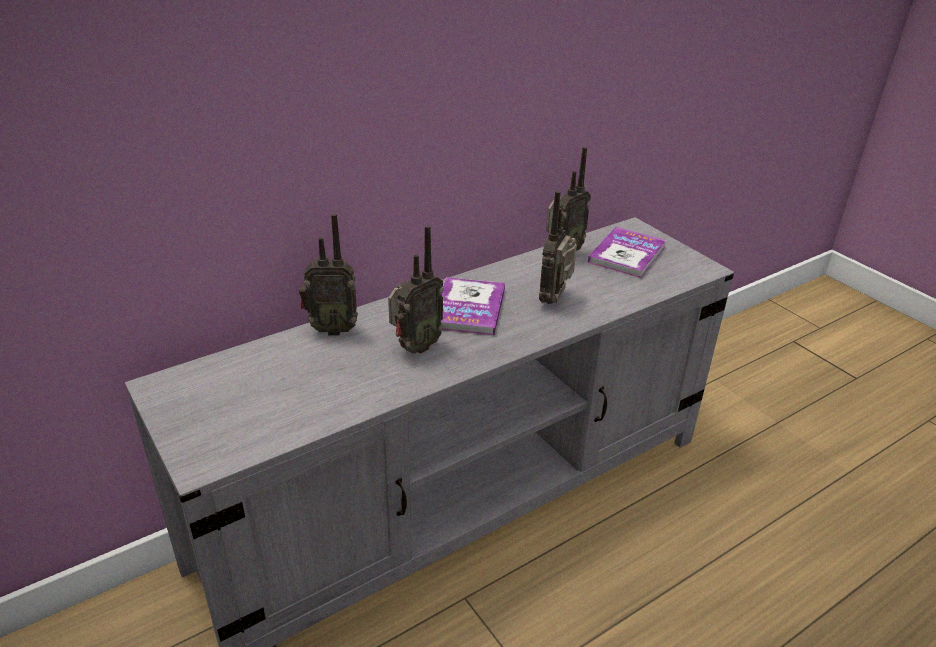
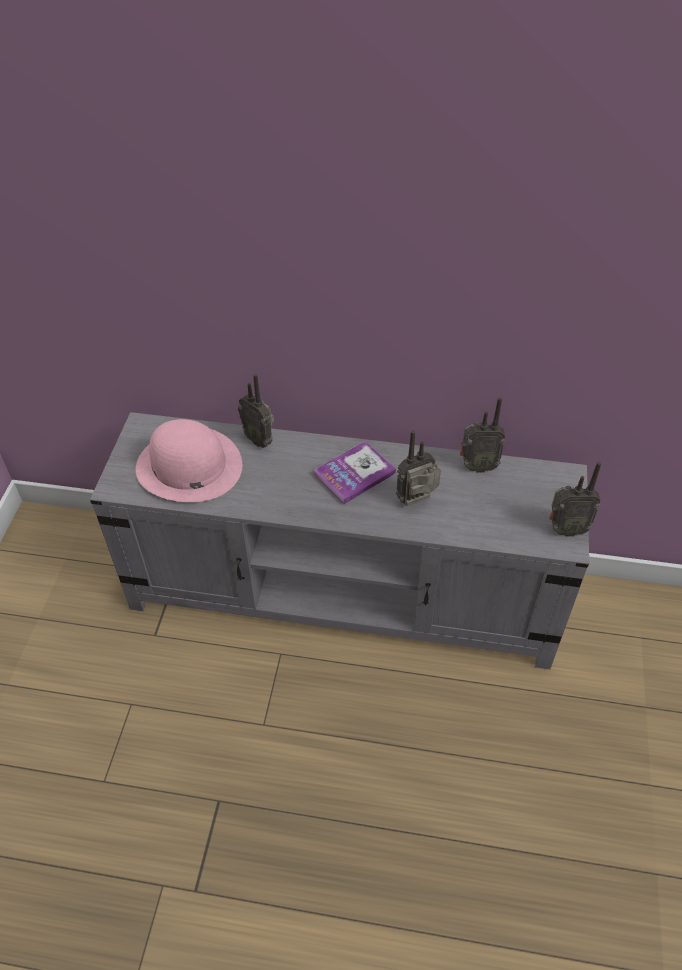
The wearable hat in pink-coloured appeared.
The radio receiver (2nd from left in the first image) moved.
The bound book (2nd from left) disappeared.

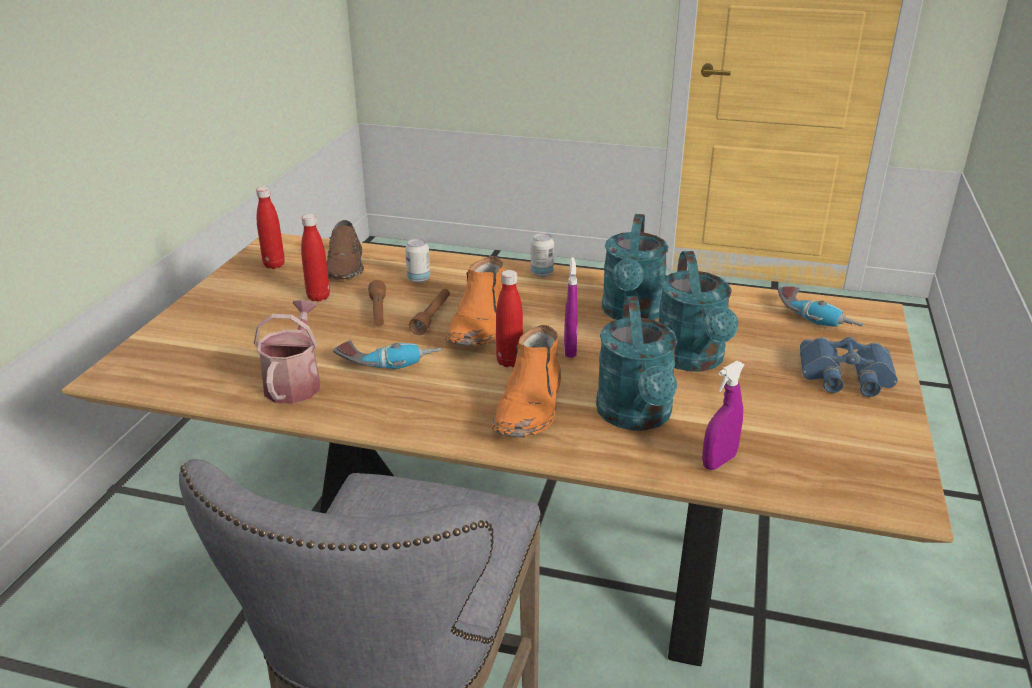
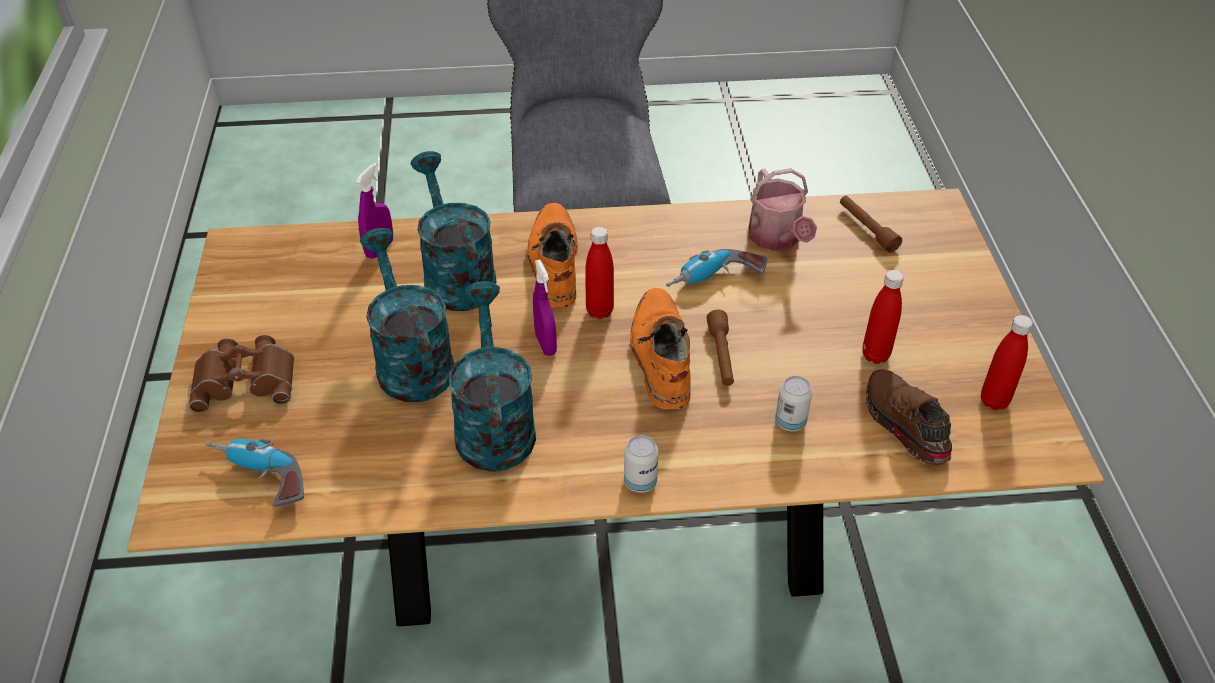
The field glasses in blue-coloured became the field glasses in brown.
The flashlight in brown (1st from left in the first image) moved.

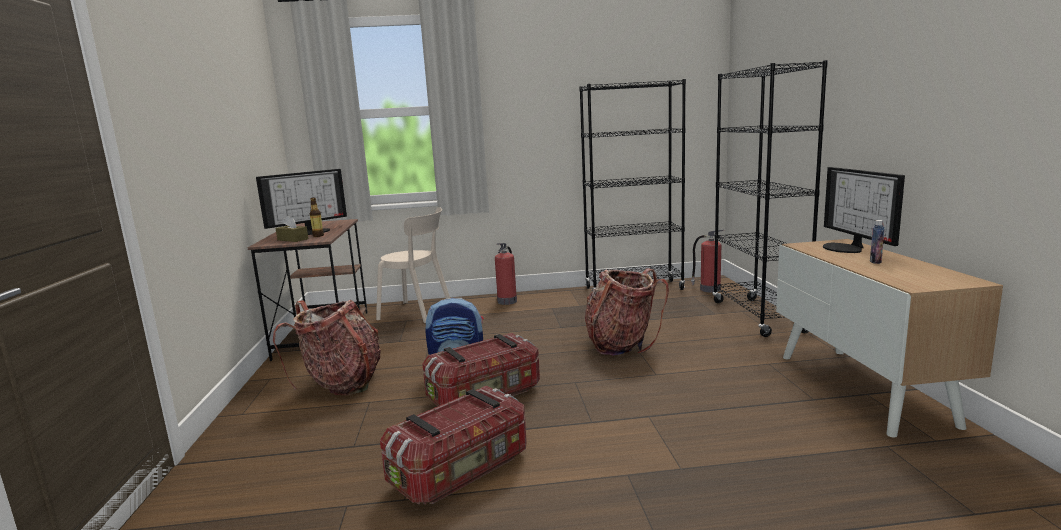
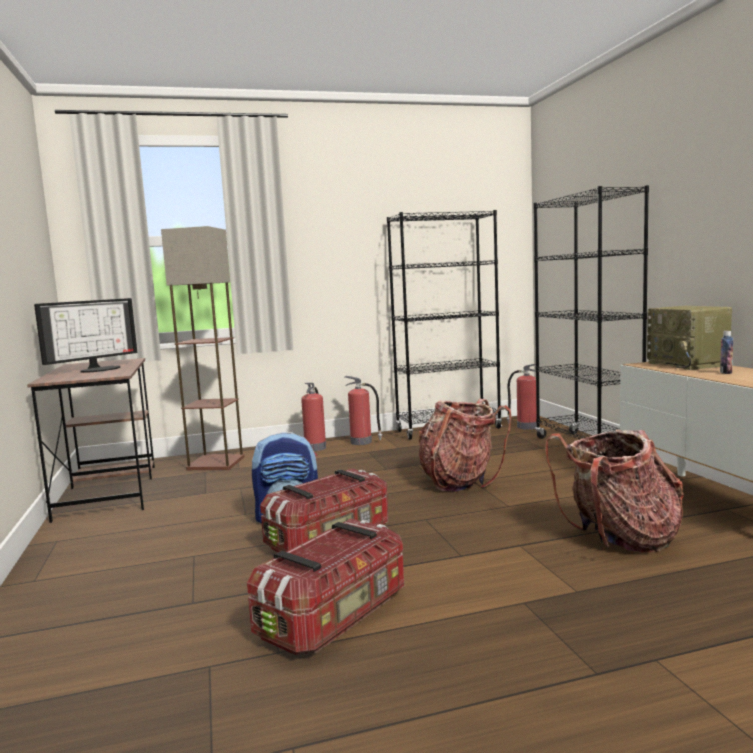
The upright chair in sand-coloured was replaced by the standing lamp.
The extinguisher (2nd from left) appeared.
The rucksack (1st from left in the first image) moved.
The monitor (2nd from left) was replaced by the radio receiver.
The box of tissues in brown disappeared.
The drink bottle (1st from left) disappeared.

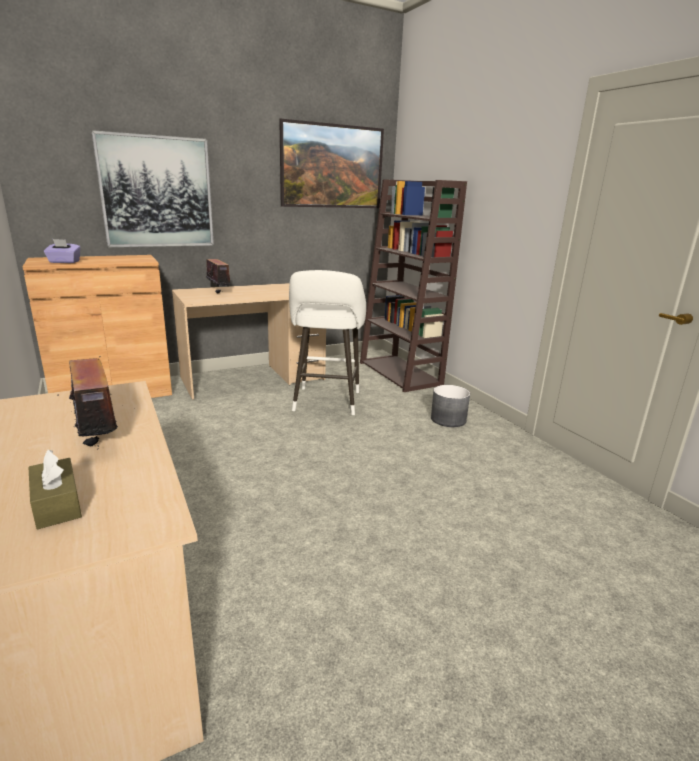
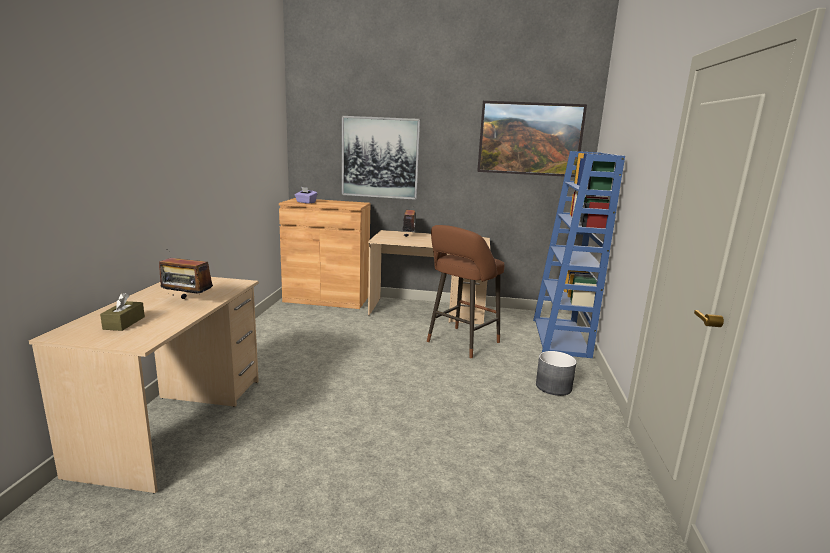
The radio receiver (1st from left) turned 105 degrees clockwise.
The stool seat in whitish became the stool seat in brown.
The bookcase in brown became the bookcase in blue-coloured.

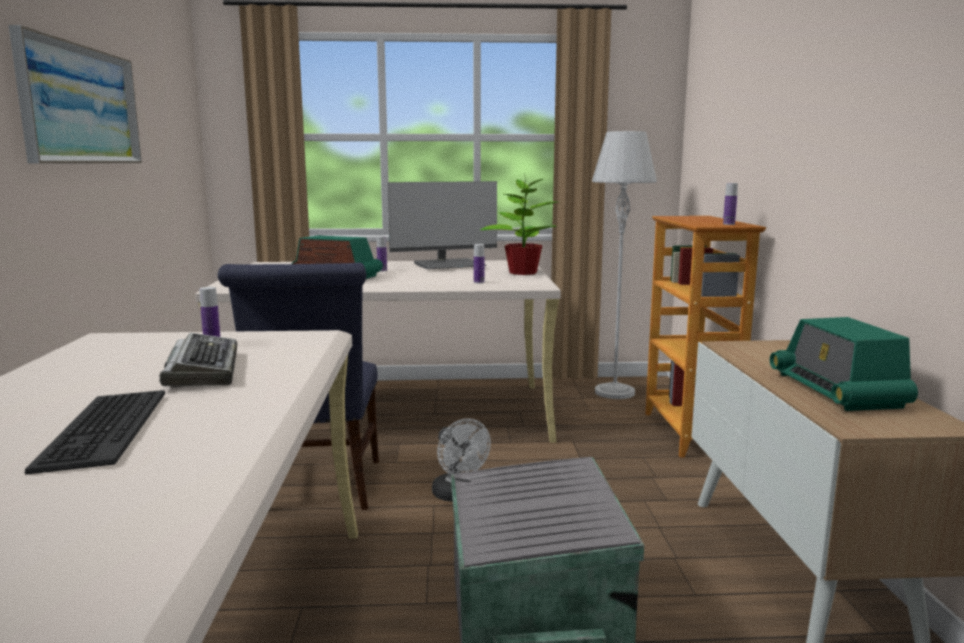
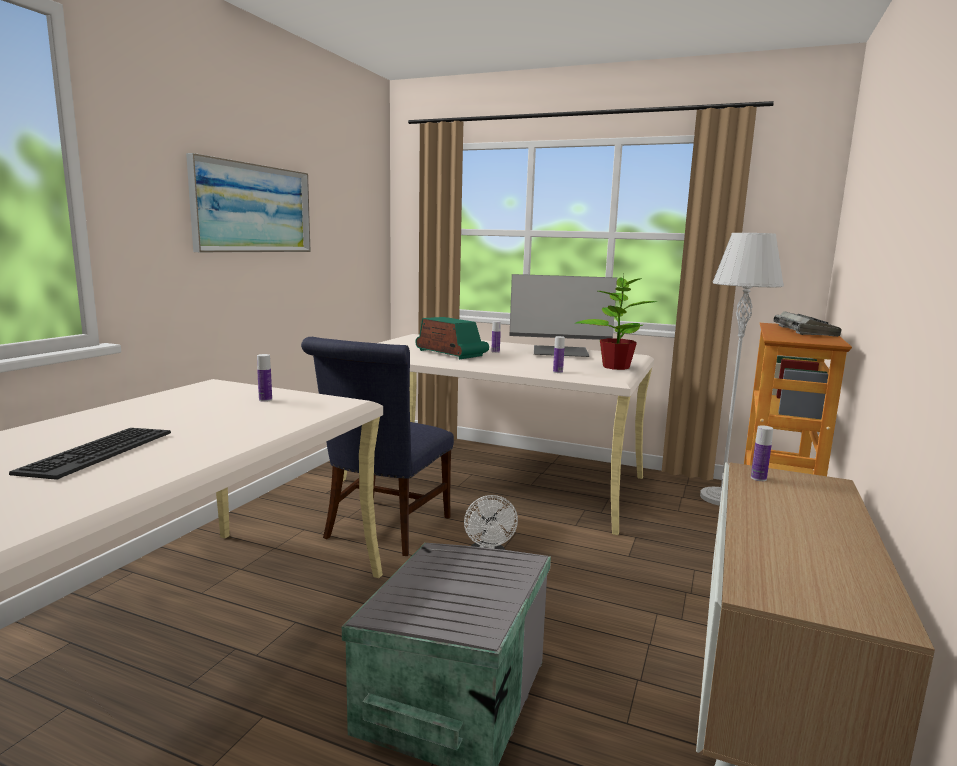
The drink bottle (4th from left) moved.
The PC keyboard (2nd from left) moved.
The radio receiver (2nd from left) disappeared.

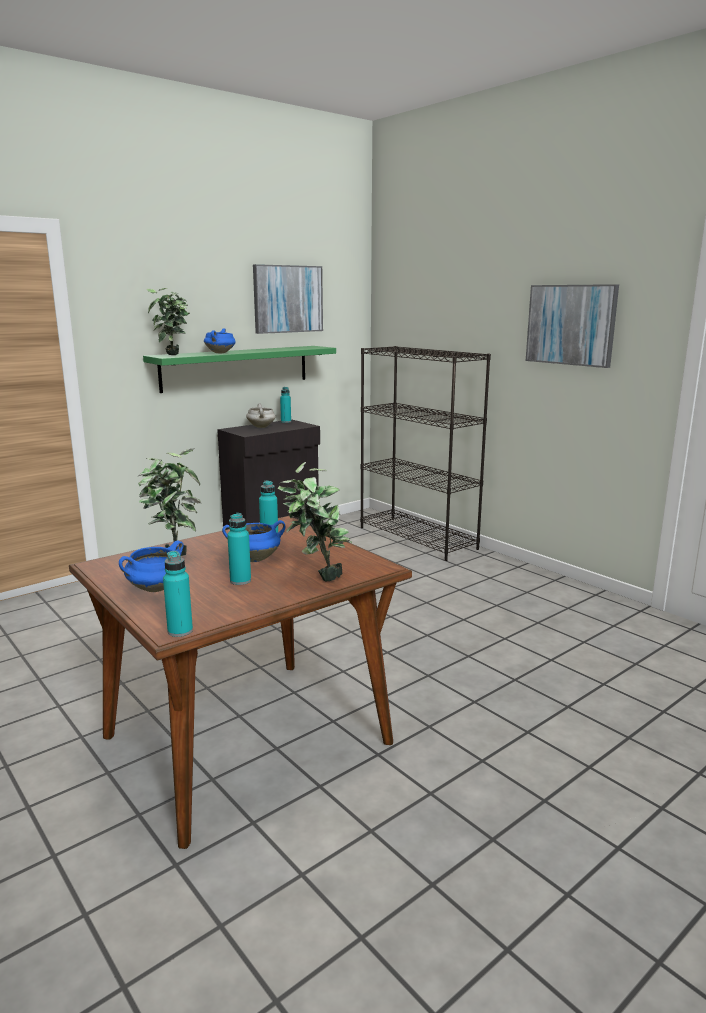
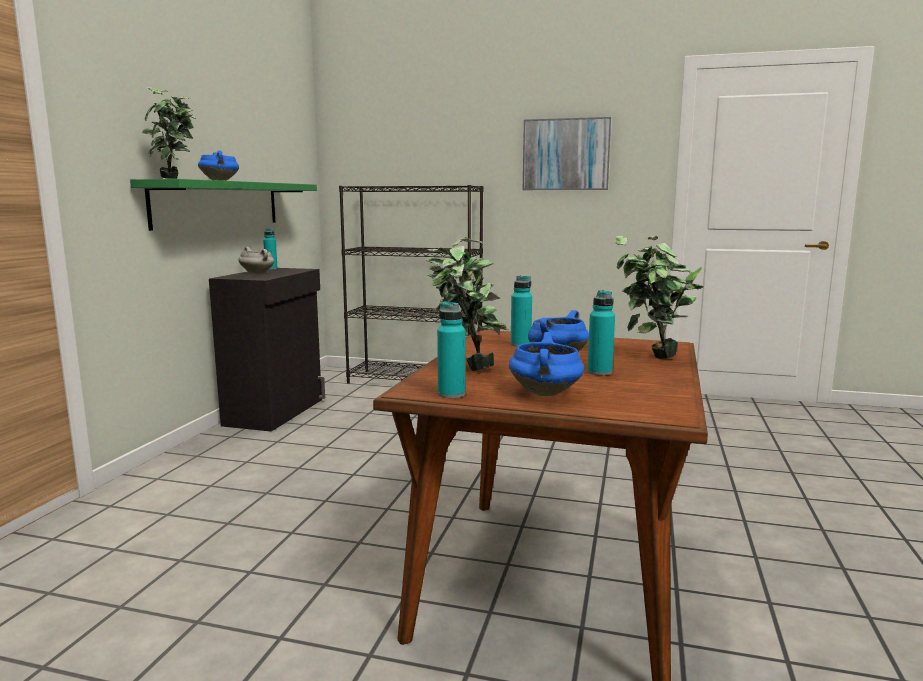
The drink bottle in blue-green (1st from left in the first image) moved.
The wall picture (1st from left) disappeared.

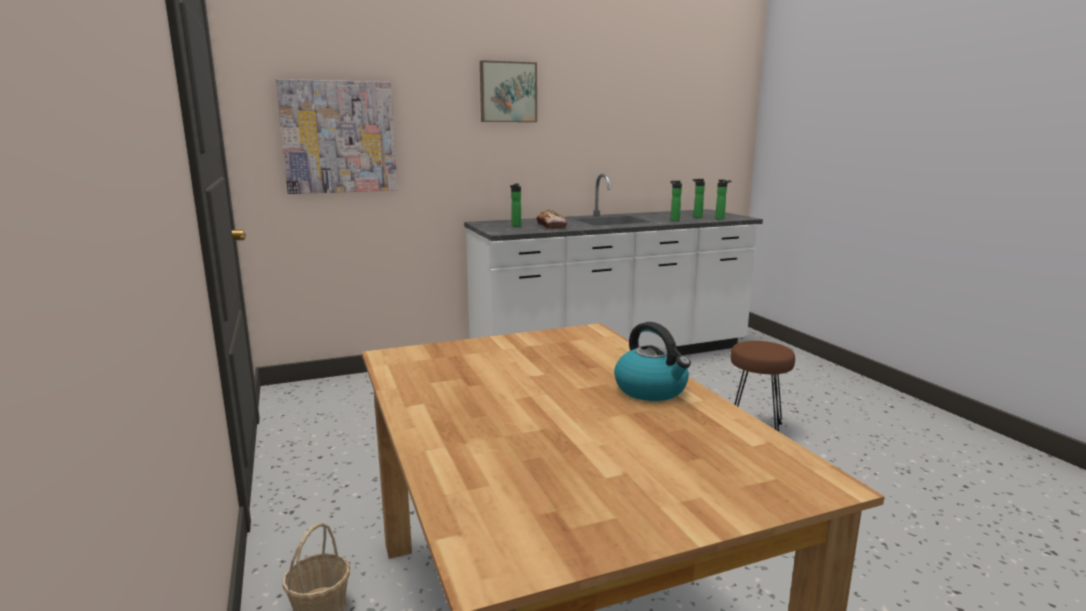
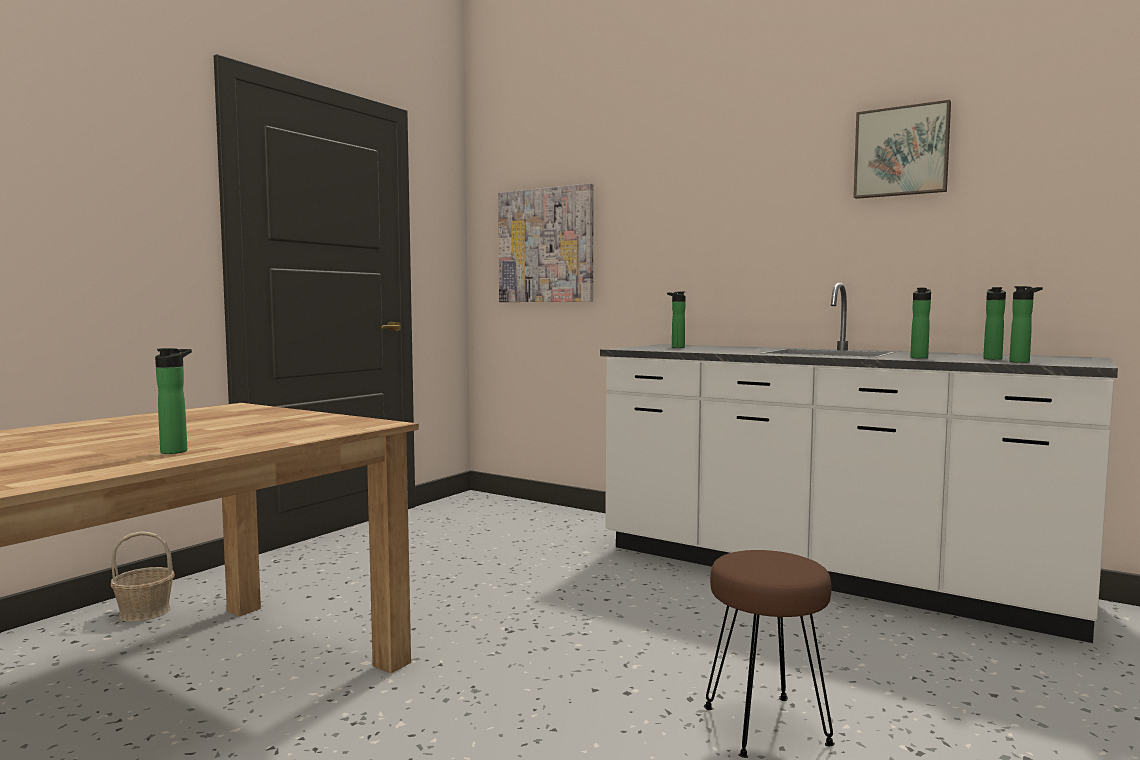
The kettle was replaced by the drink bottle (1st from left).
The wall picture (2nd from left) moved.
The bakery bread disappeared.

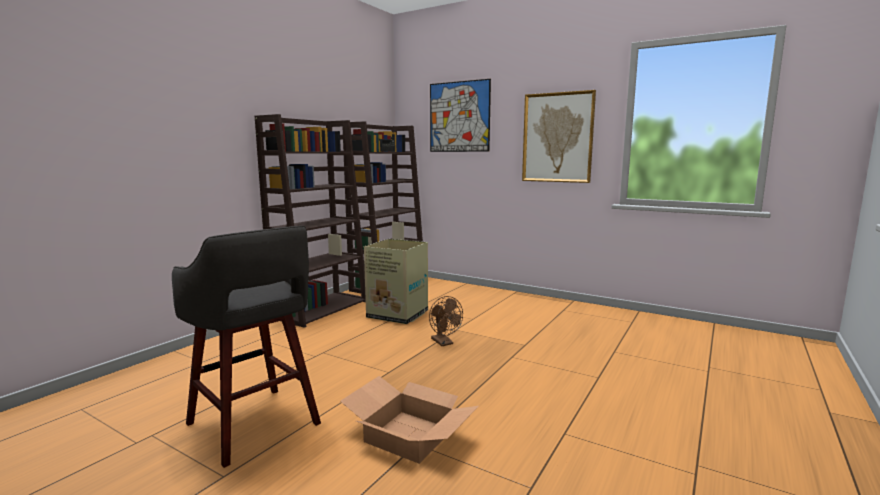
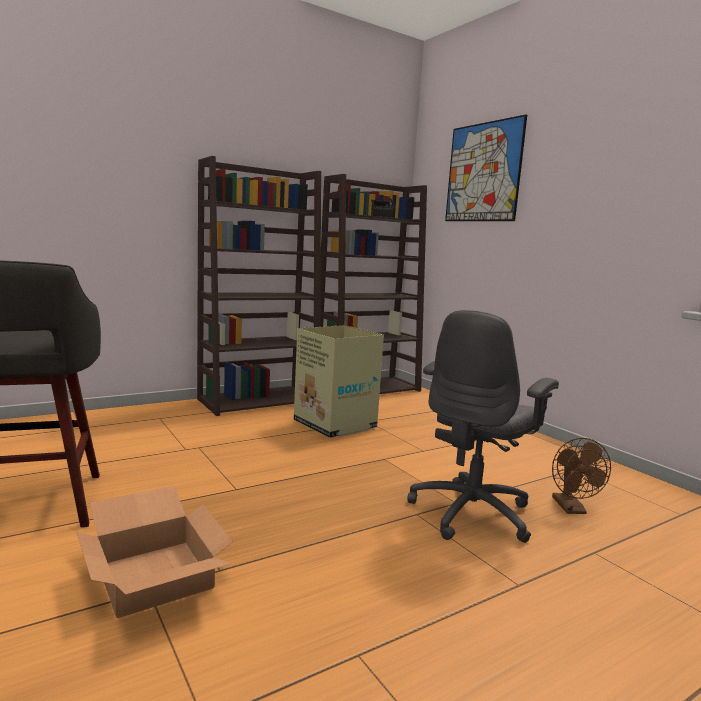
The office chair in greyish appeared.
The fan in brown moved.
The wall picture (2nd from left) disappeared.

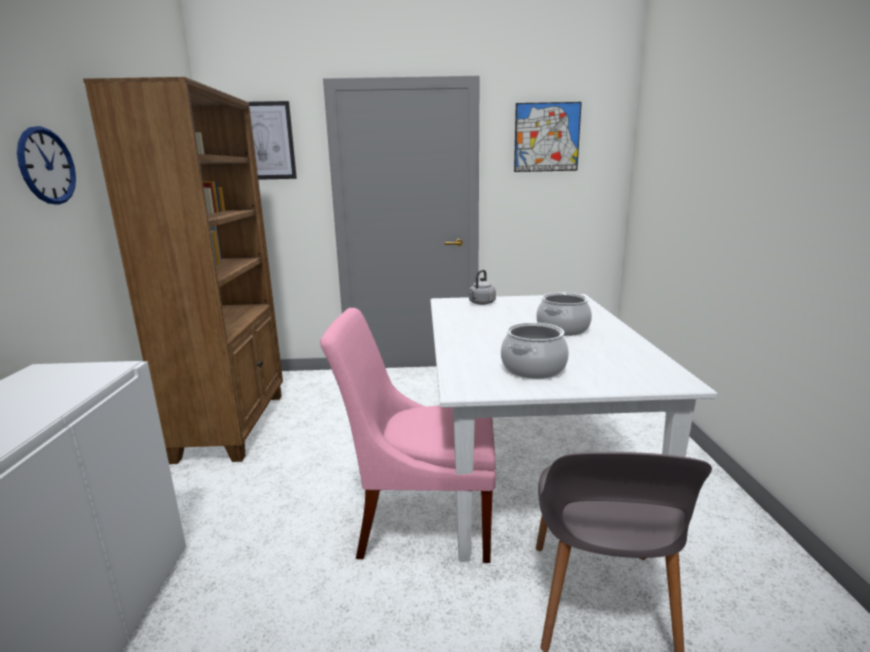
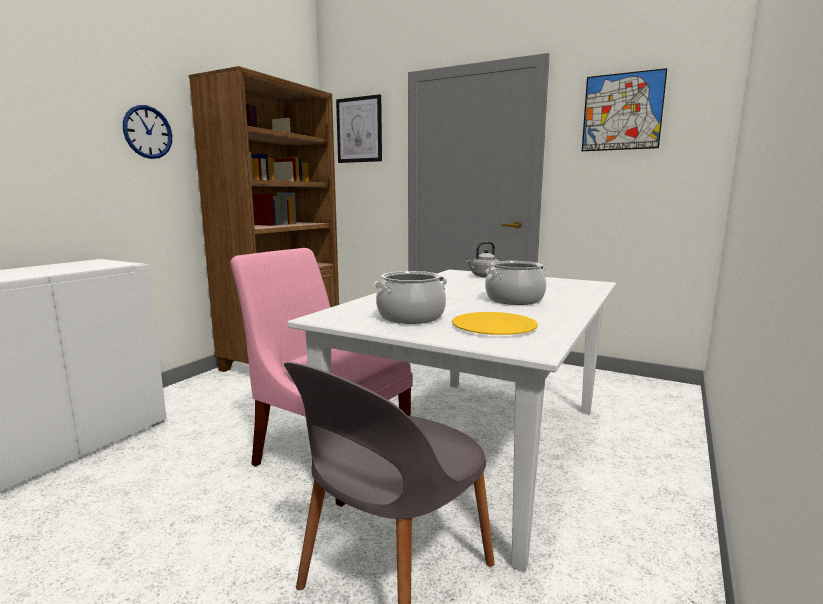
The dinner plate in yellow appeared.

